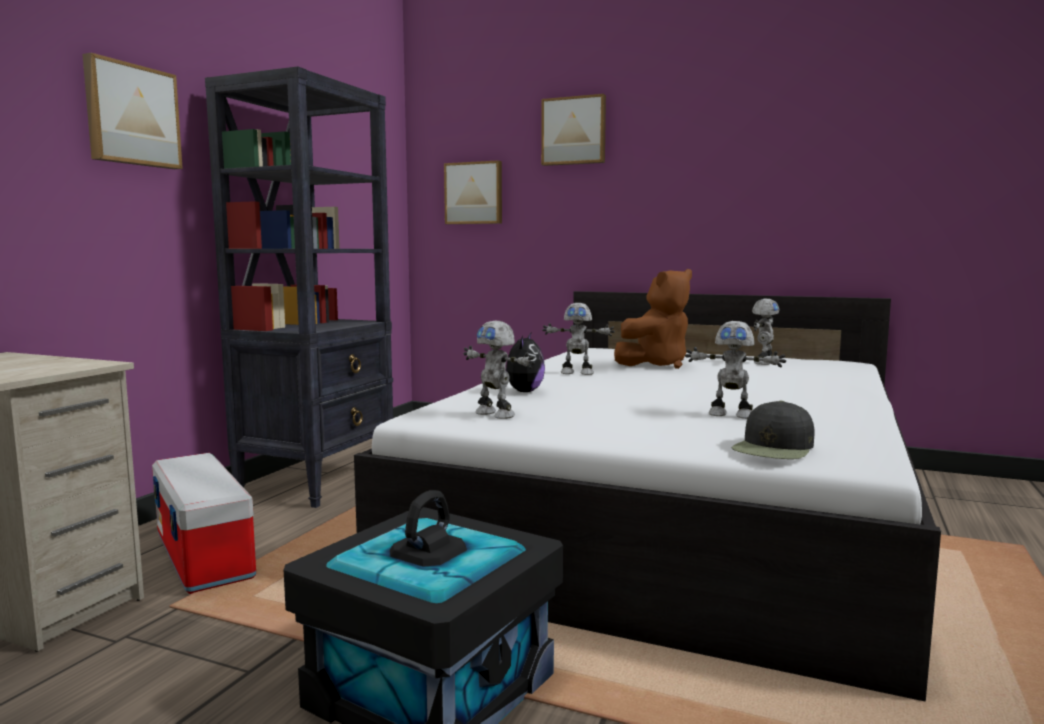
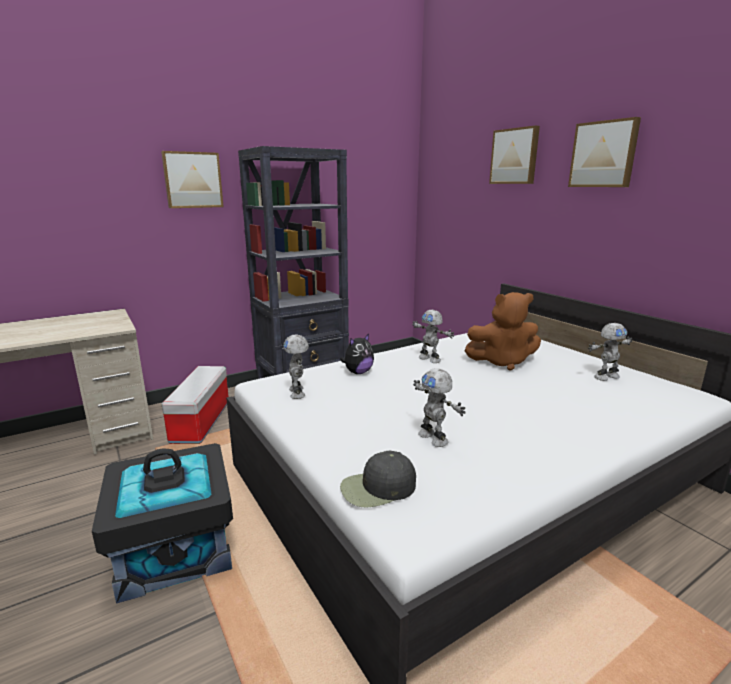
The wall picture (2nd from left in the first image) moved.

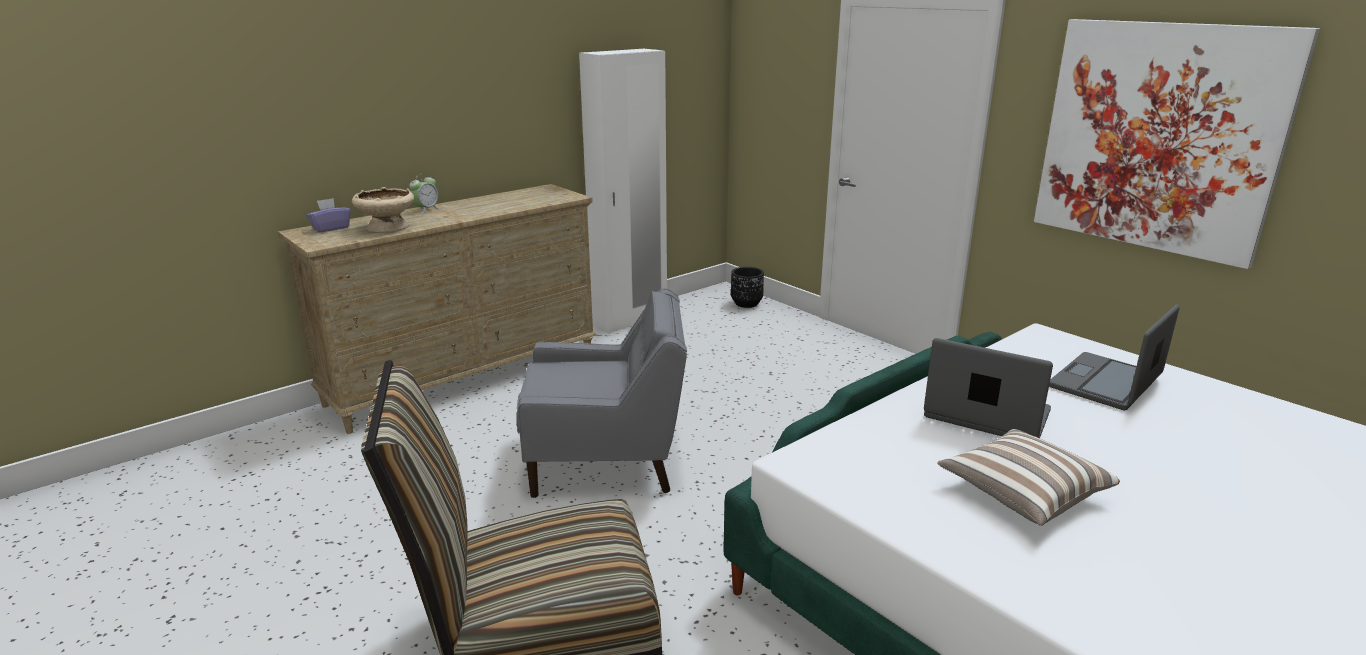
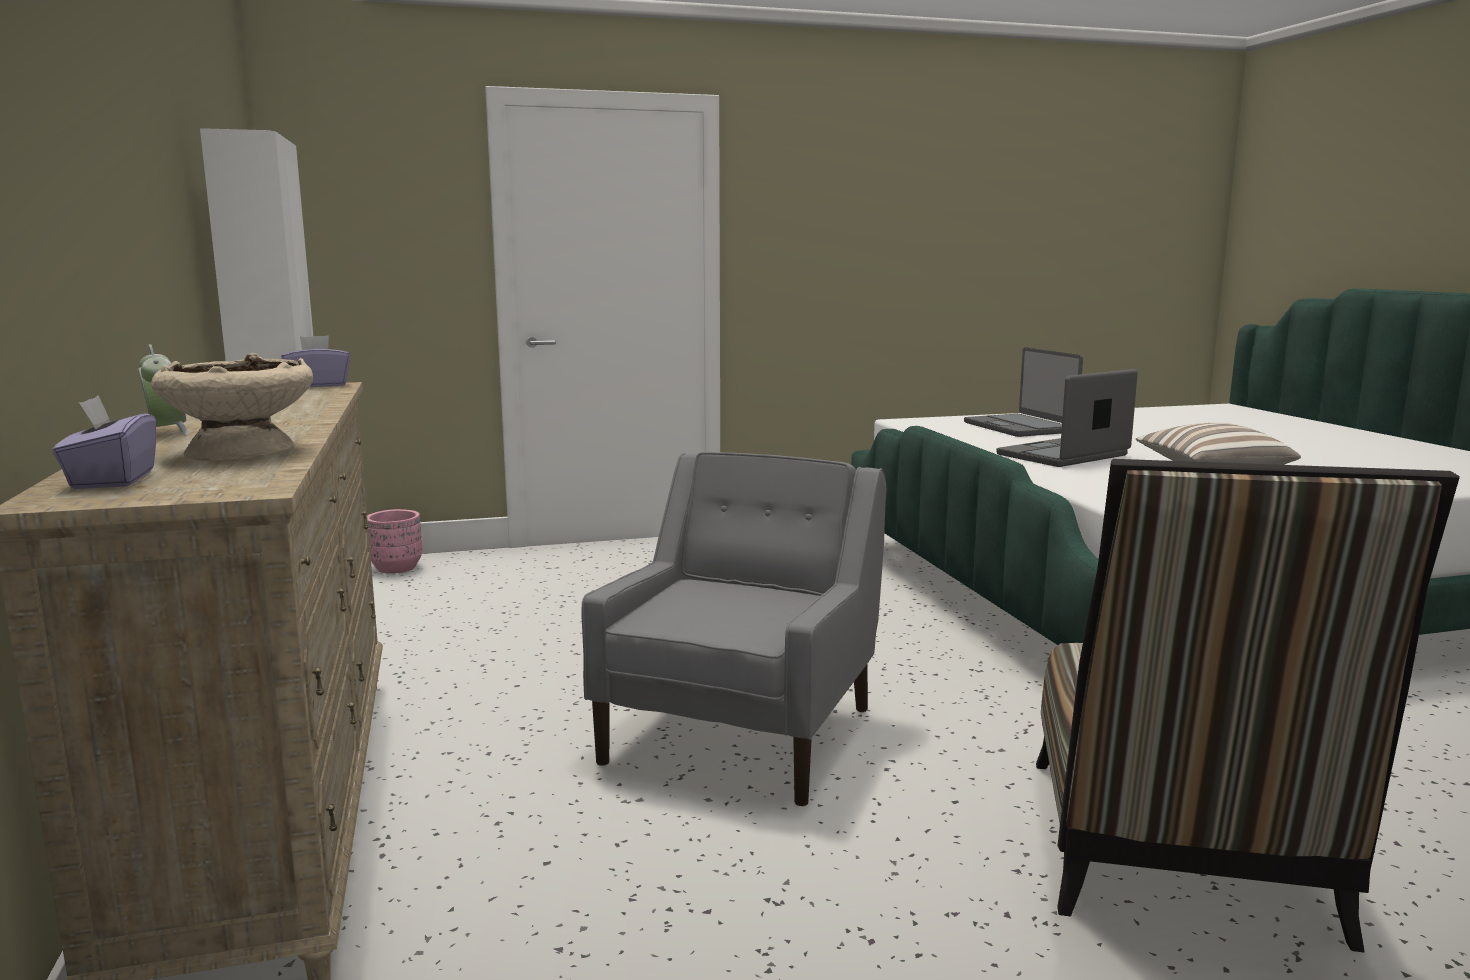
The box of tissues in purple-coloured (2nd from left) appeared.
The planter in blackish became the planter in pink-coloured.
The wall picture disappeared.

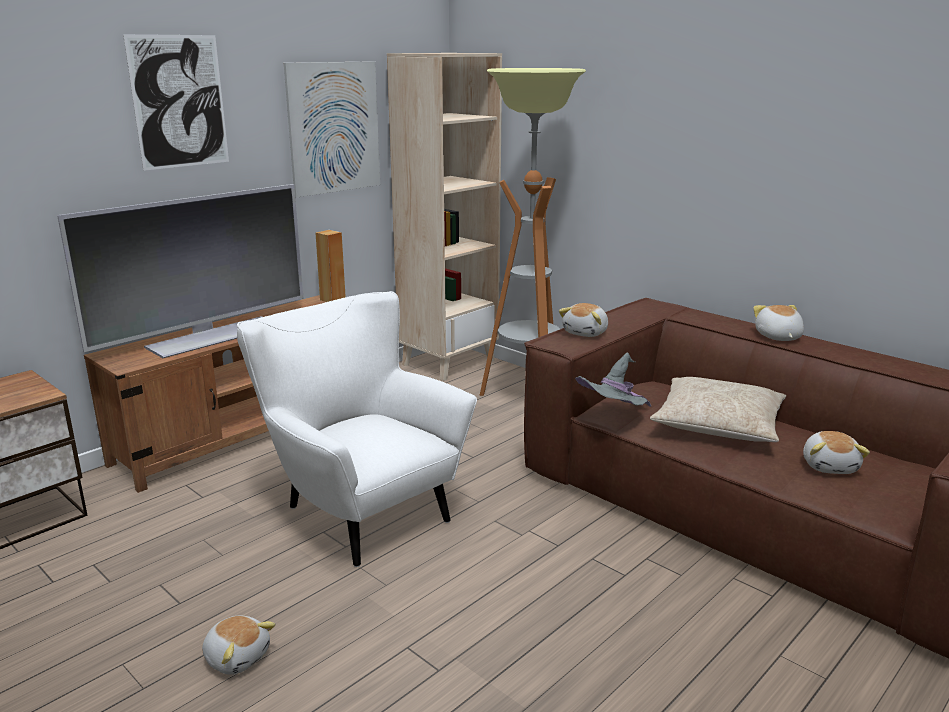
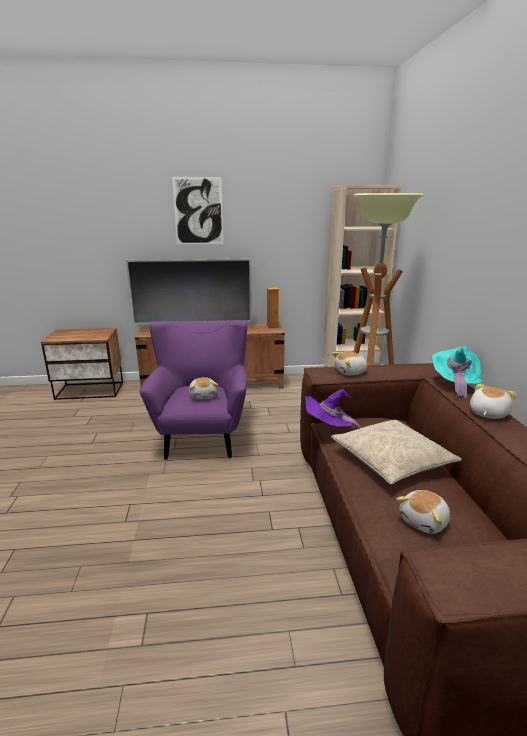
The easy chair in whitish became the easy chair in purple-coloured.
The cuddly toy (1st from left) moved.
The wearable hat in greyish became the wearable hat in purple-coloured.
The wearable hat in blue-green appeared.
The wall picture (2nd from left) disappeared.

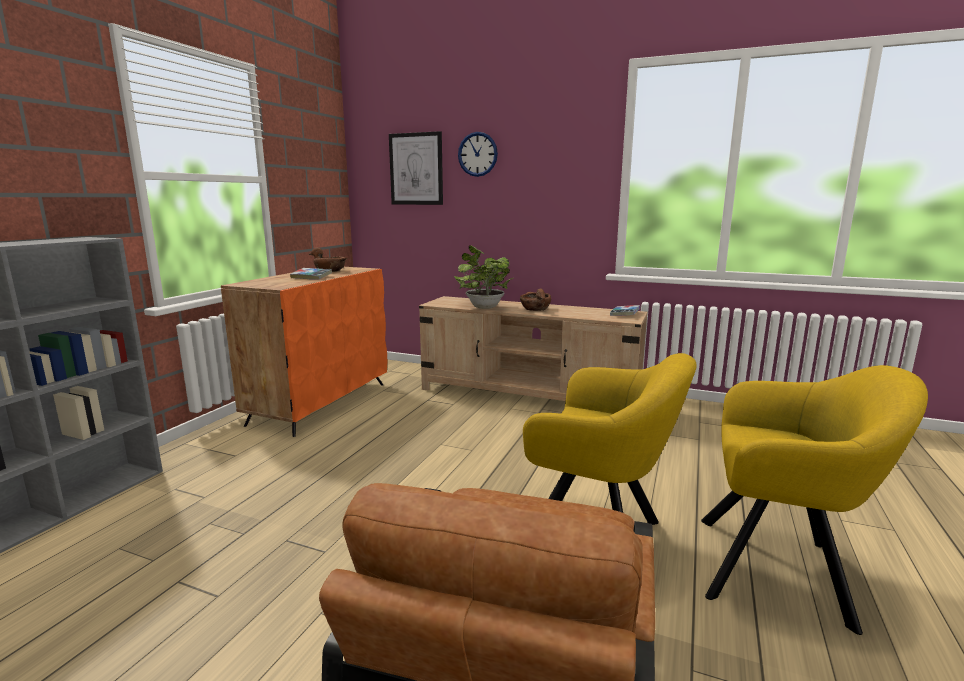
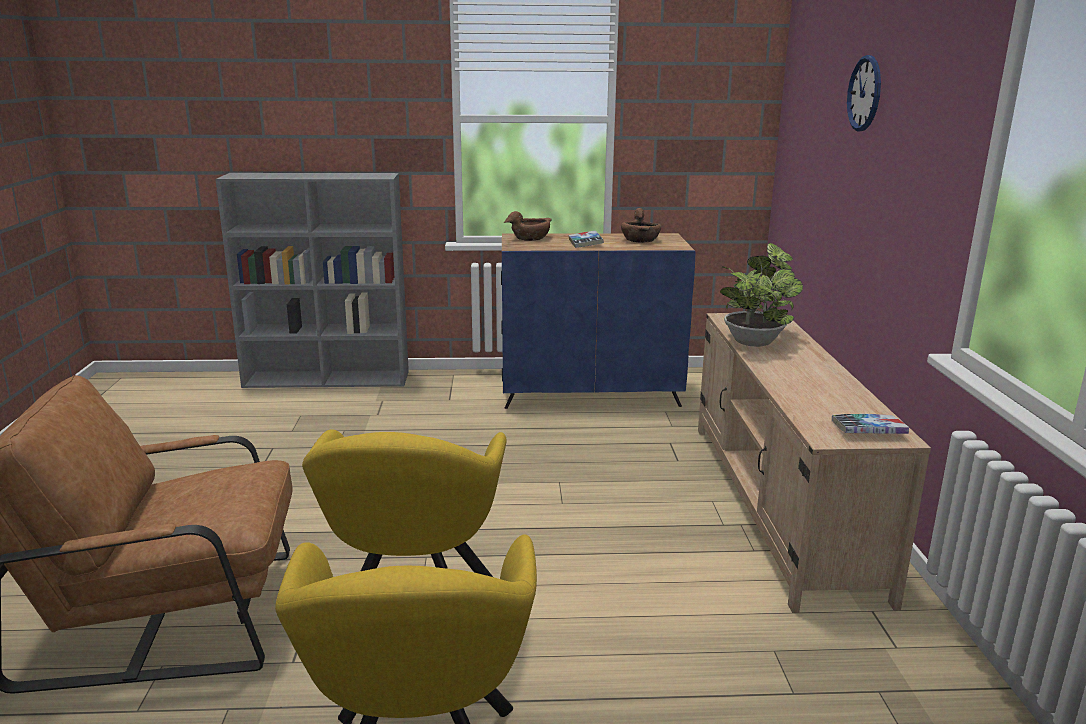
The cabinet in orange became the cabinet in blue-coloured.
The deep dish in brown (2nd from left in the first image) moved.
The wall picture disappeared.

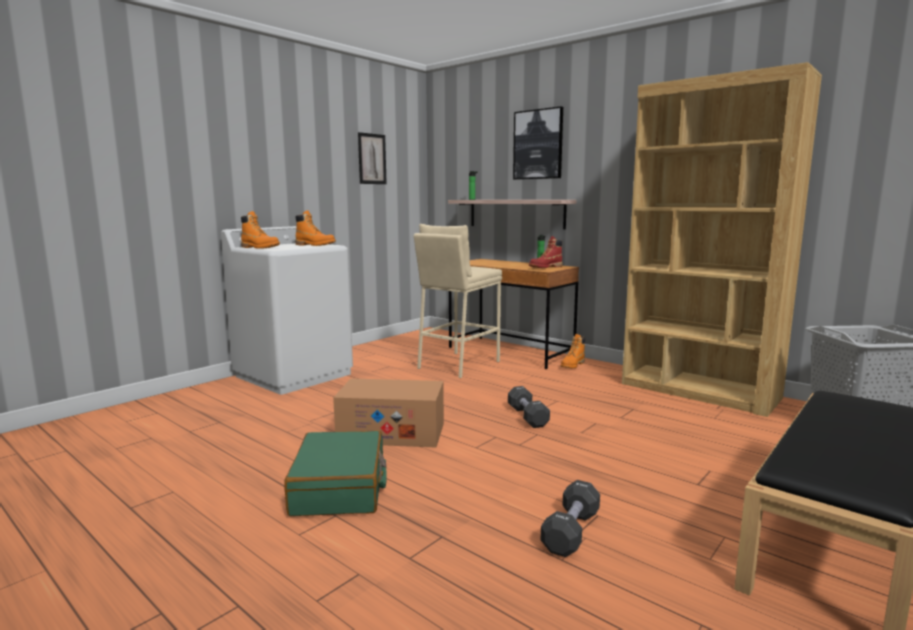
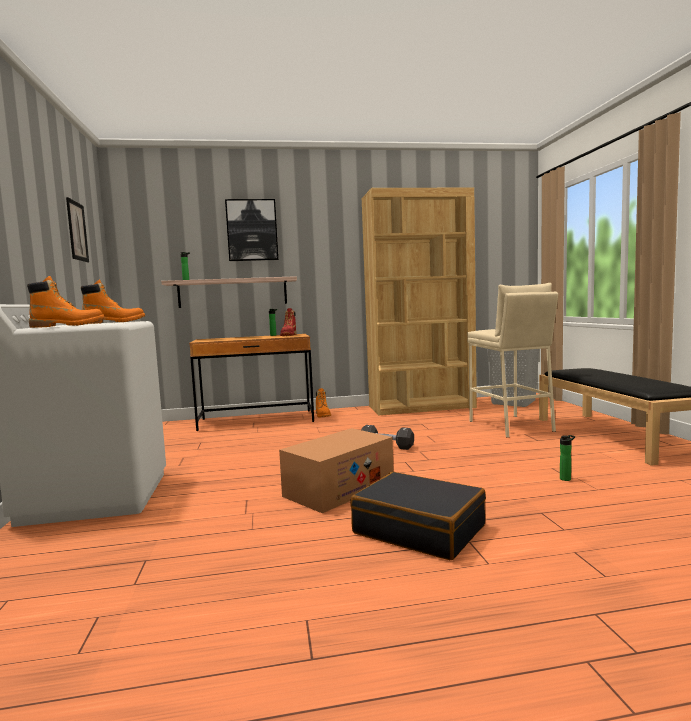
The suitcase in greenish became the suitcase in blackish.
The stool seat in sand-coloured moved.
The free weight in blackish (2nd from left) was replaced by the drink bottle (3rd from left).

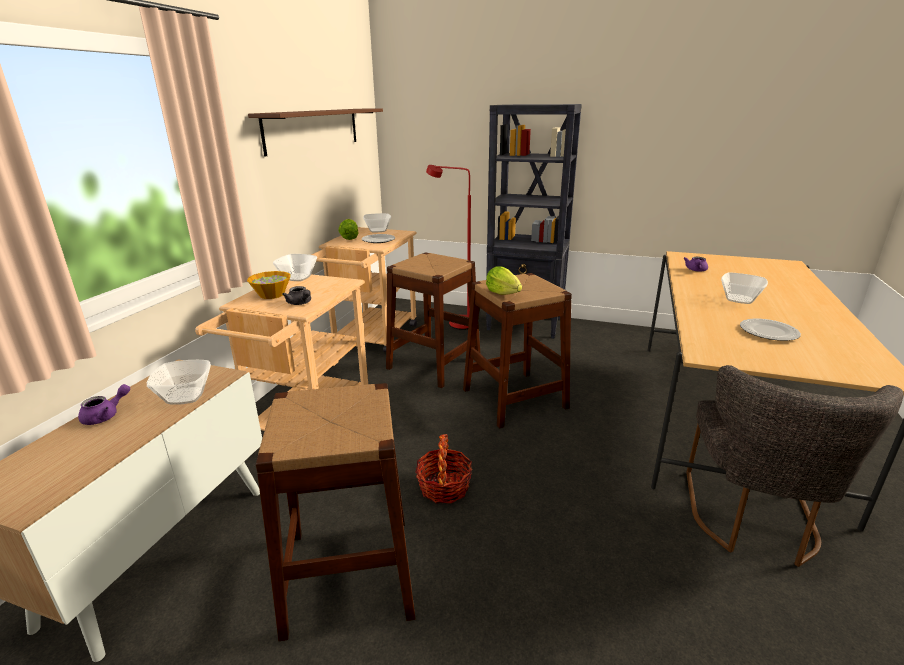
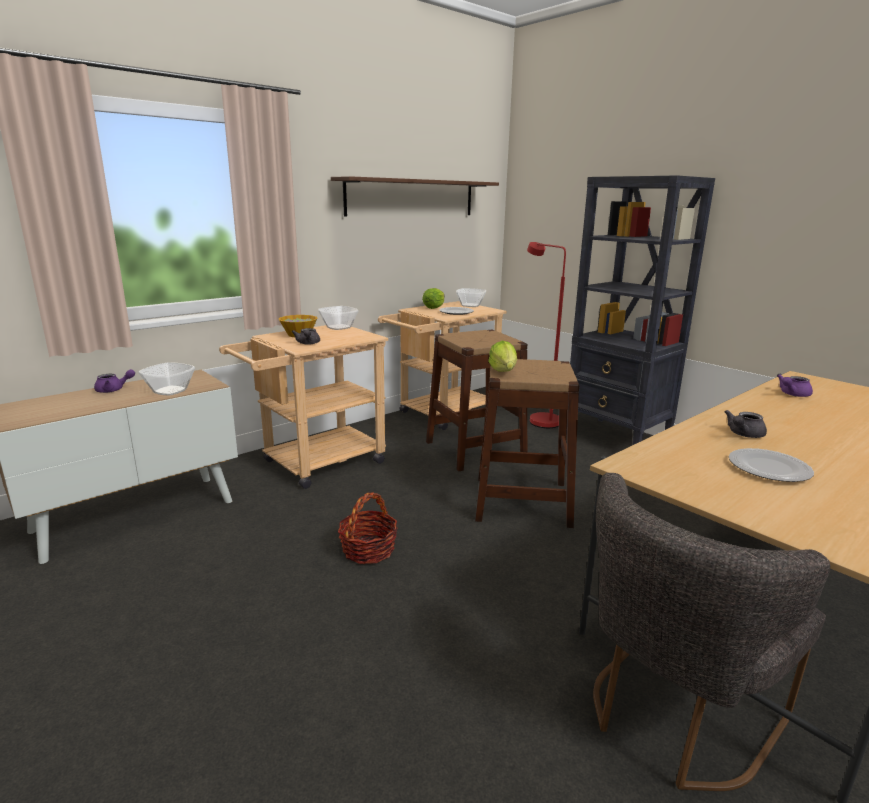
The tea pot in greyish (2nd from left) appeared.
The stool seat in brown (1st from left) disappeared.
The deep dish (5th from left) disappeared.

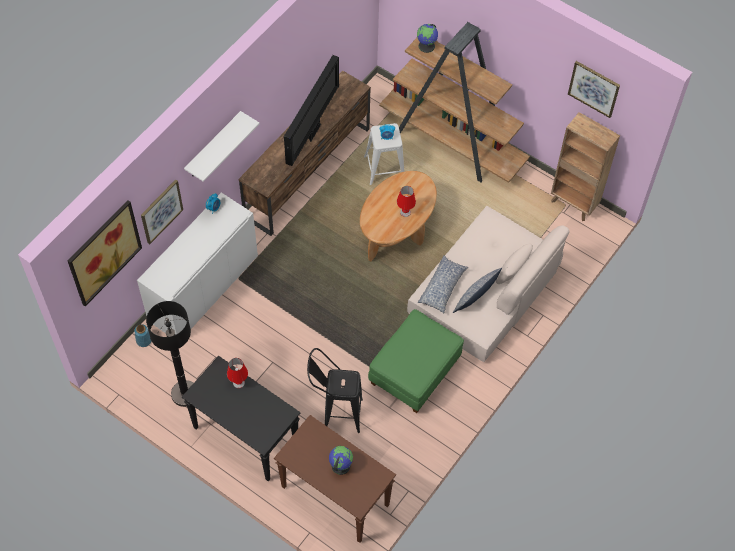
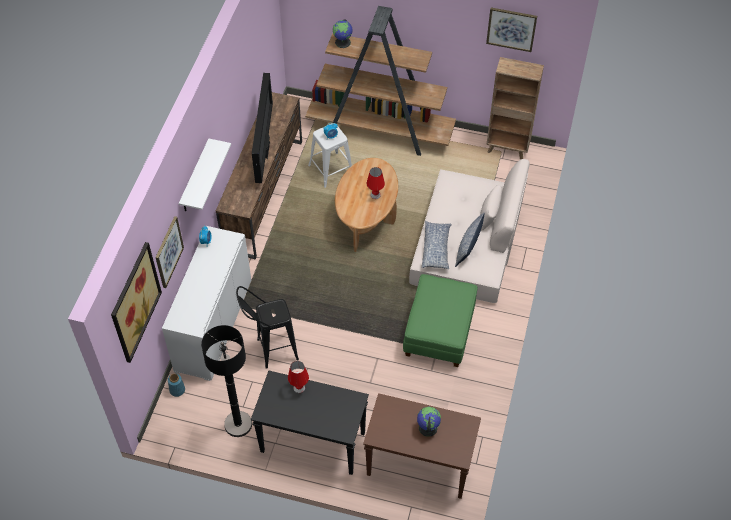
The stool seat in blackish moved.

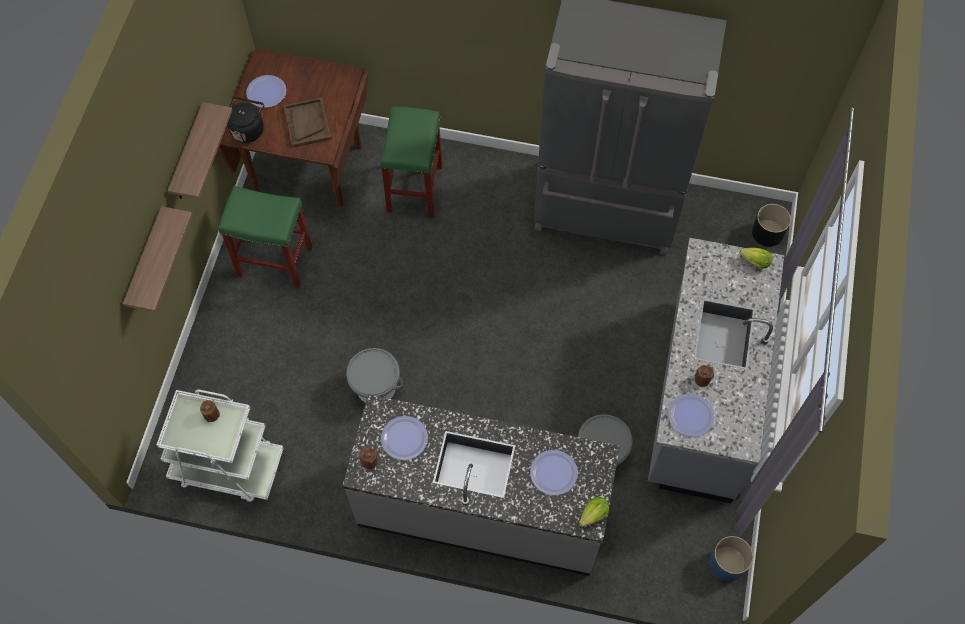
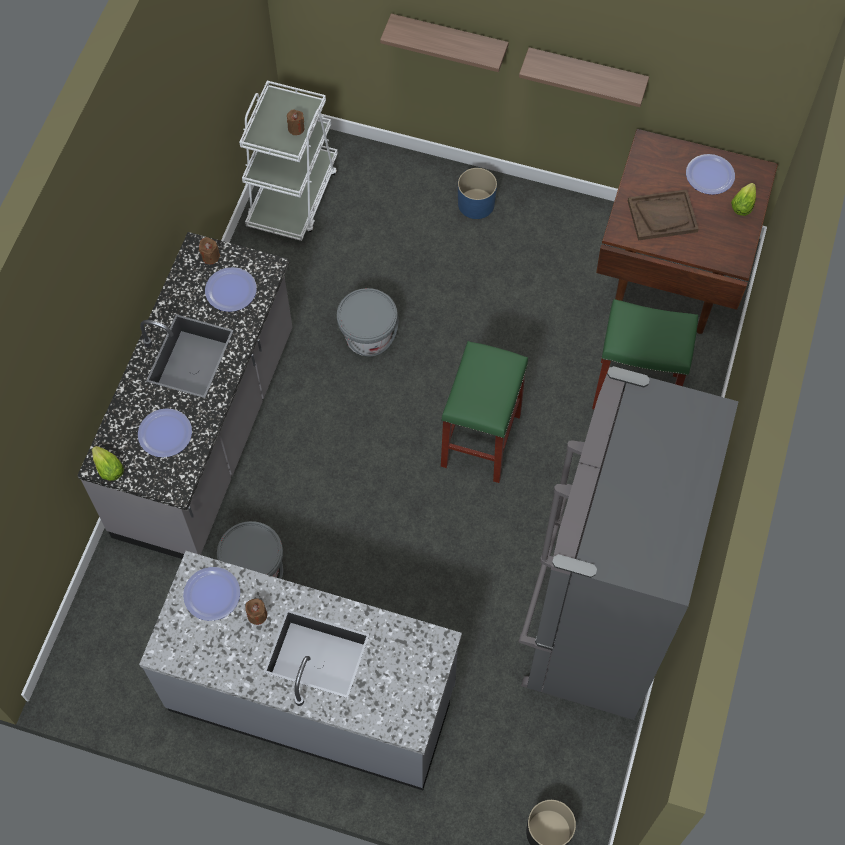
The stool seat in greenish (1st from left) moved.
The planter in blue-coloured moved.
The head of lettuce (2nd from left) moved.
The kettle in blackish disappeared.

